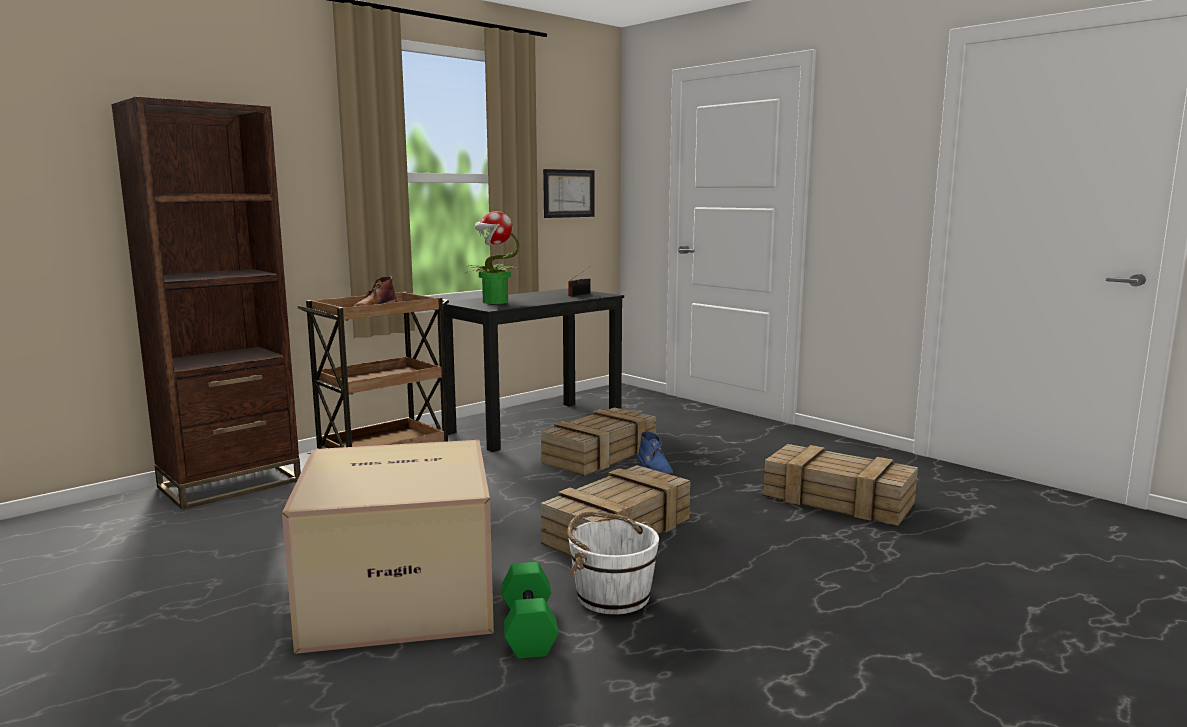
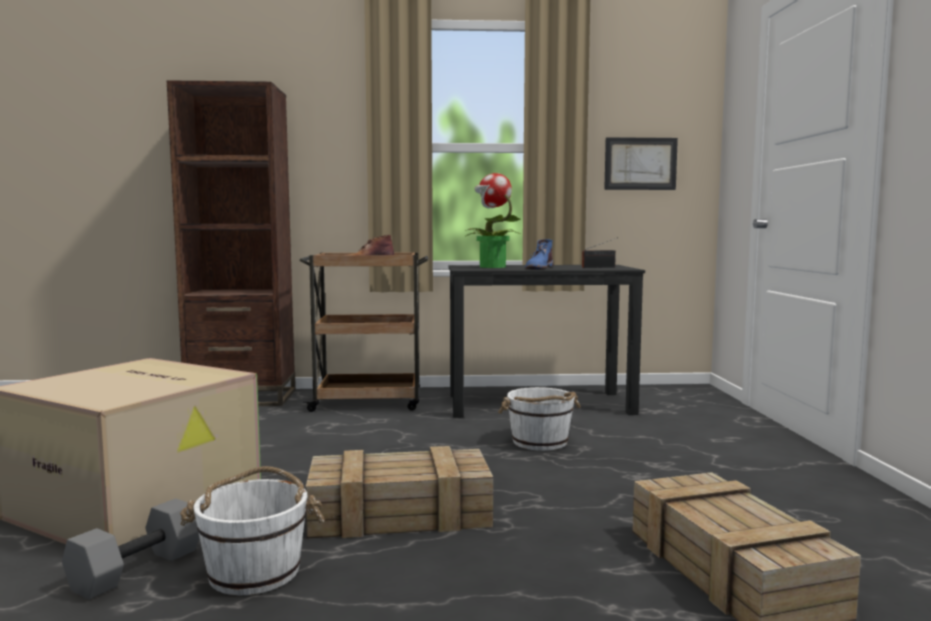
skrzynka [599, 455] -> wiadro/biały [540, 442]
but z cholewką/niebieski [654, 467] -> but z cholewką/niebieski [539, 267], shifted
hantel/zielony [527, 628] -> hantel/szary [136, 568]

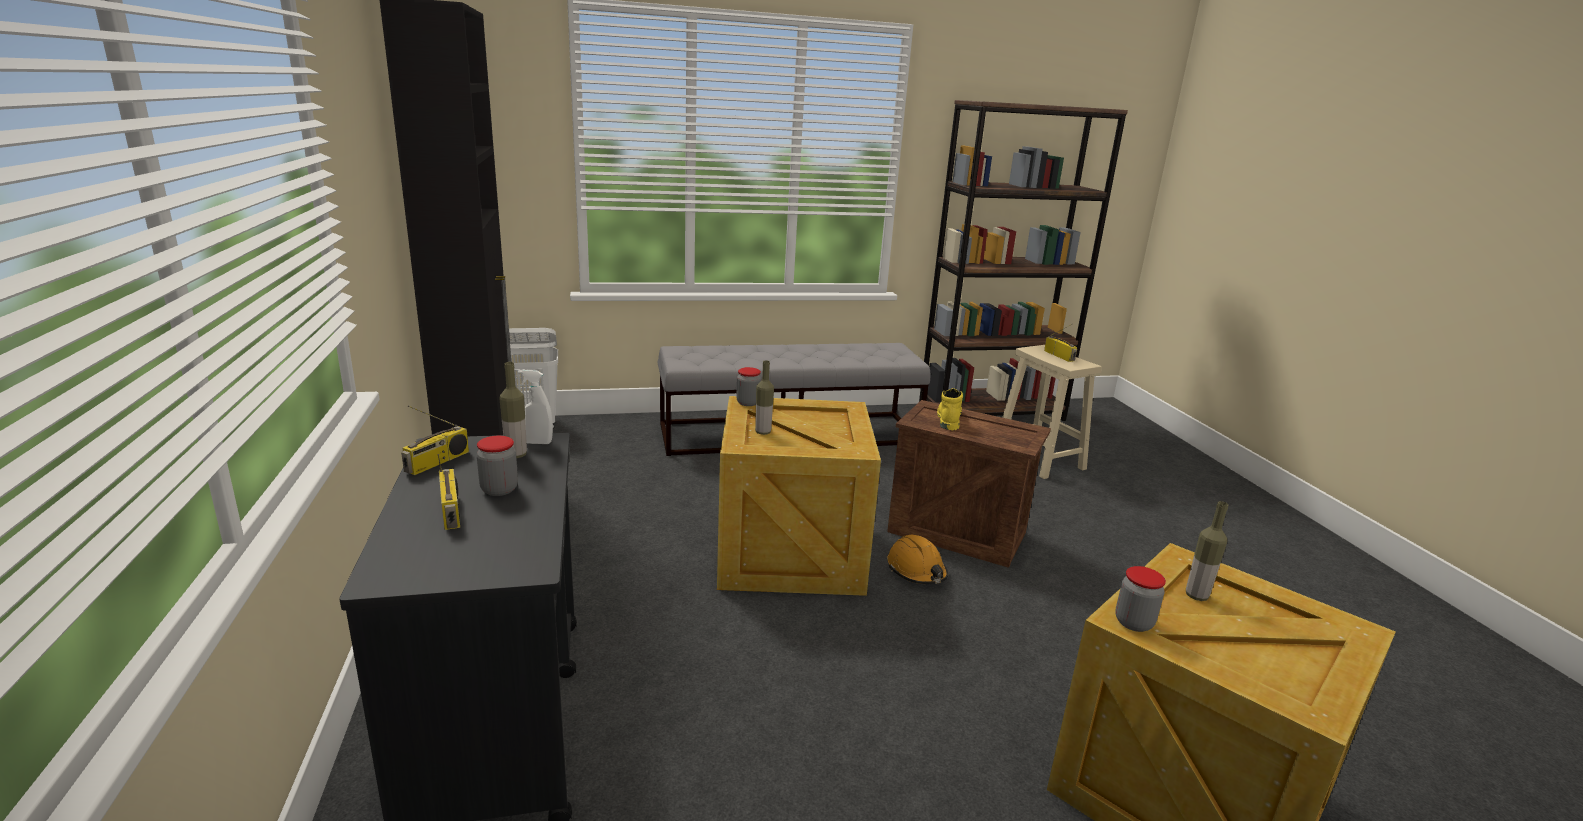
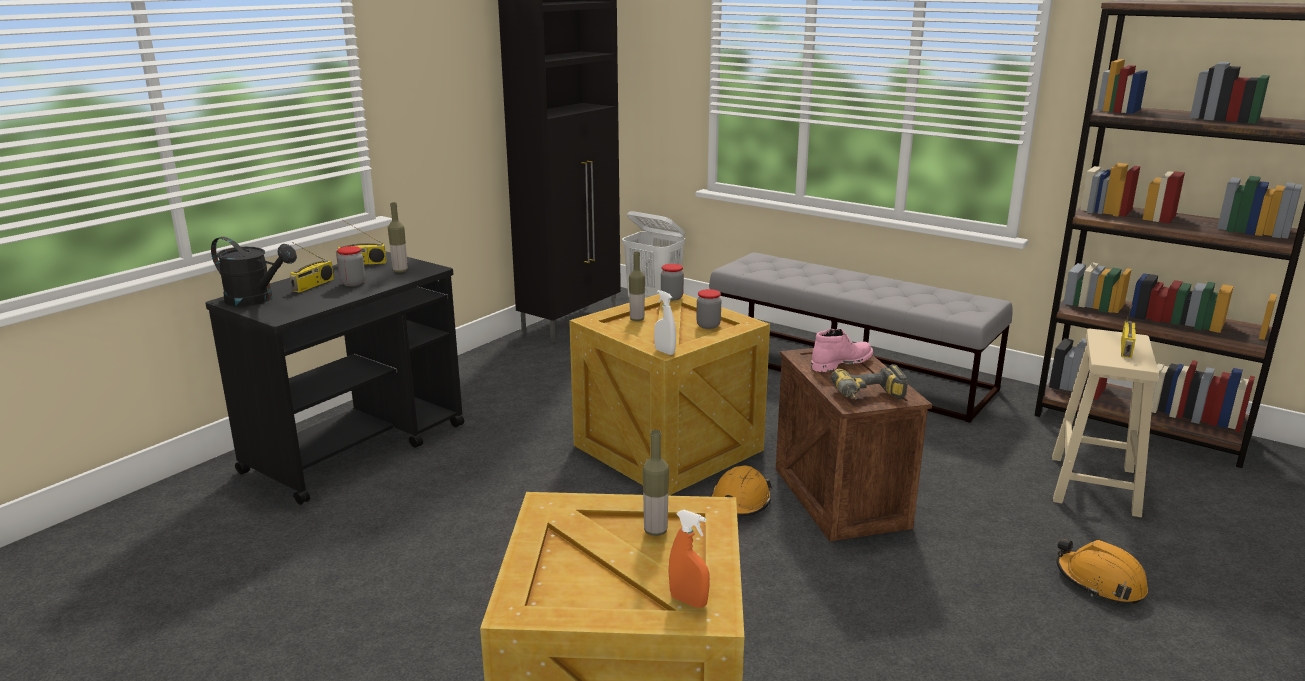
spryskiwacz/biały [536, 442] -> spryskiwacz/biały [664, 352], shifted
but z cholewką/żółty [948, 418] -> but z cholewką/różowy [840, 363]
słoik [1133, 623] -> słoik [708, 325], shifted
none -> konewka/czarny [256, 300]
none -> wiertarka [869, 397]
none -> spryskiwacz/pomarańczowy [688, 601]
none -> kask/pomarańczowy [1100, 582]

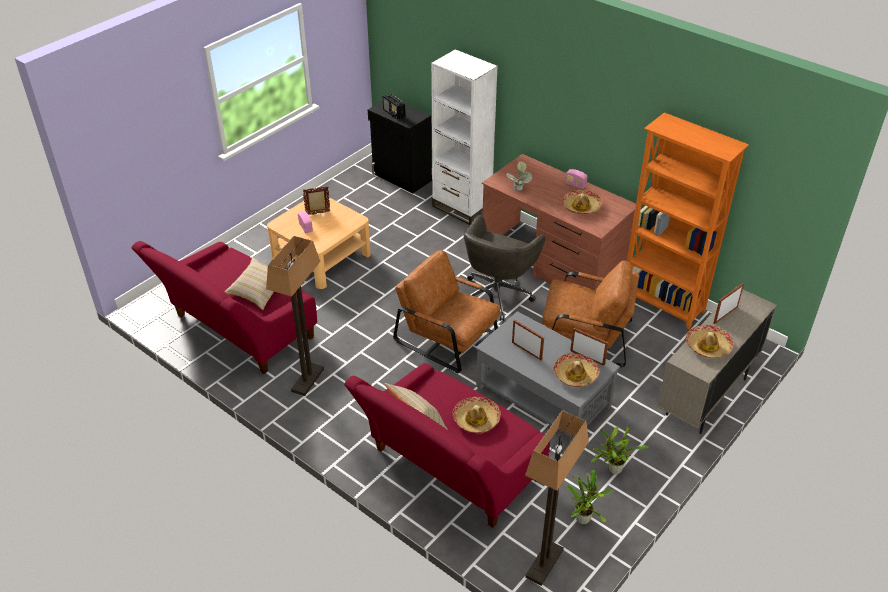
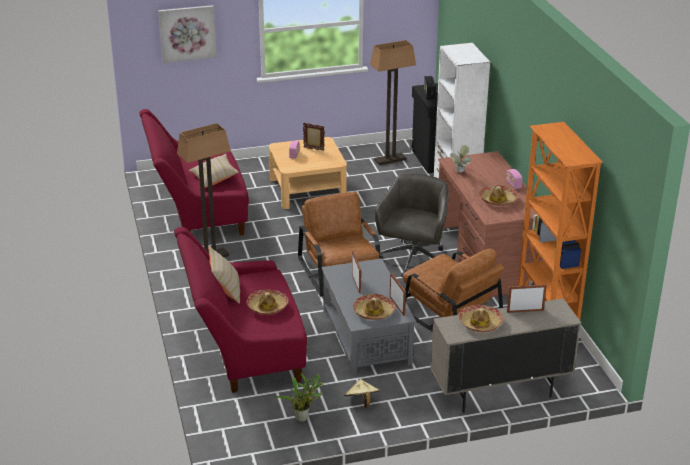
krzesło biurowe/szary [497, 294] -> krzesło biurowe/szary [413, 261], 135 degrees clockwise
lampa stojąca [544, 563] -> lampa stojąca [390, 160], shifted
roślina doniczkowa [612, 470] -> kapelusz/beżowy [361, 402]
none -> obraz [187, 33]

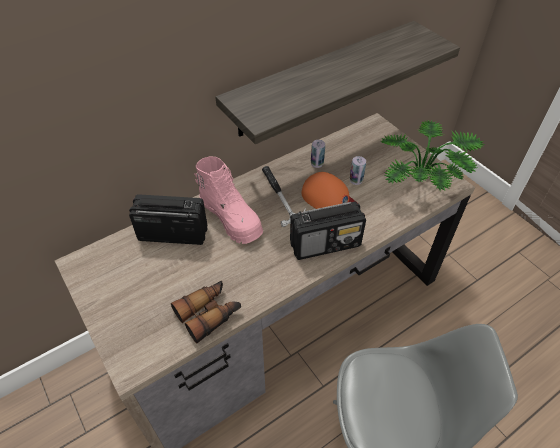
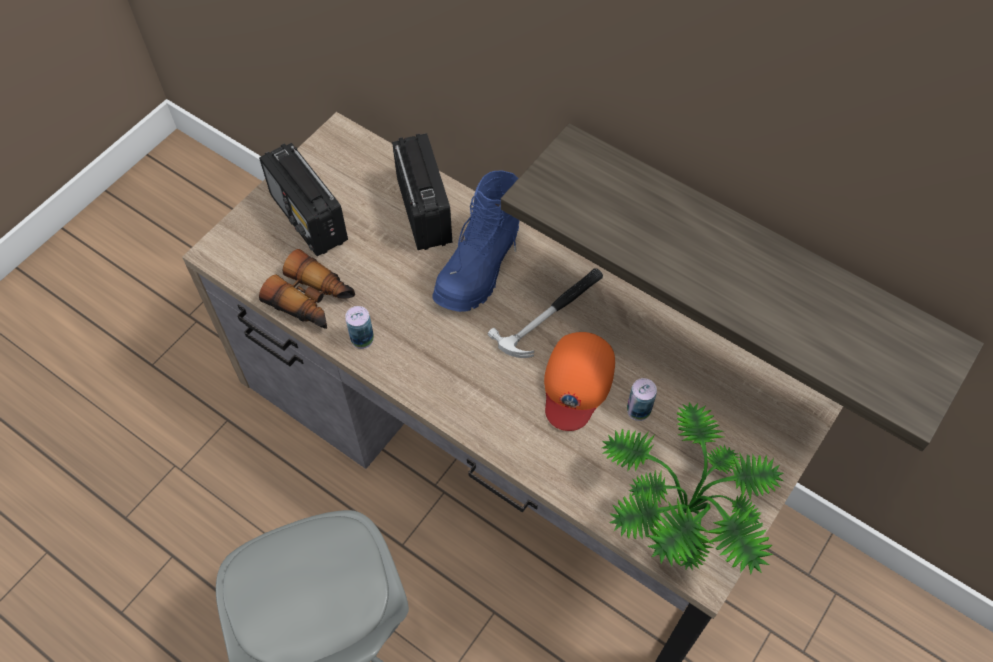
puszka [317, 163] -> puszka [362, 339], shifted
but z cholewką/różowy [231, 218] -> but z cholewką/niebieski [480, 267]
radio [326, 244] -> radio [309, 219], shifted

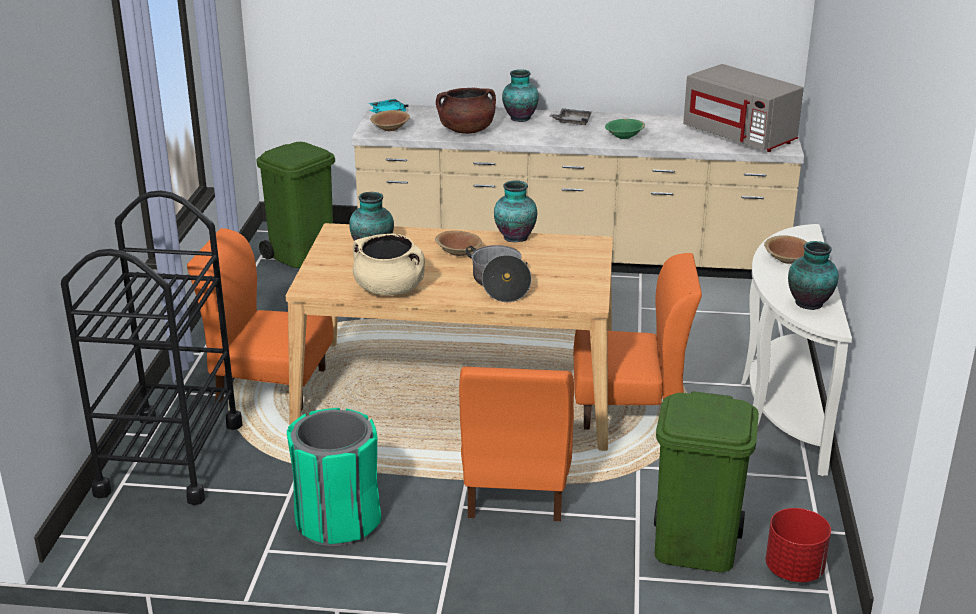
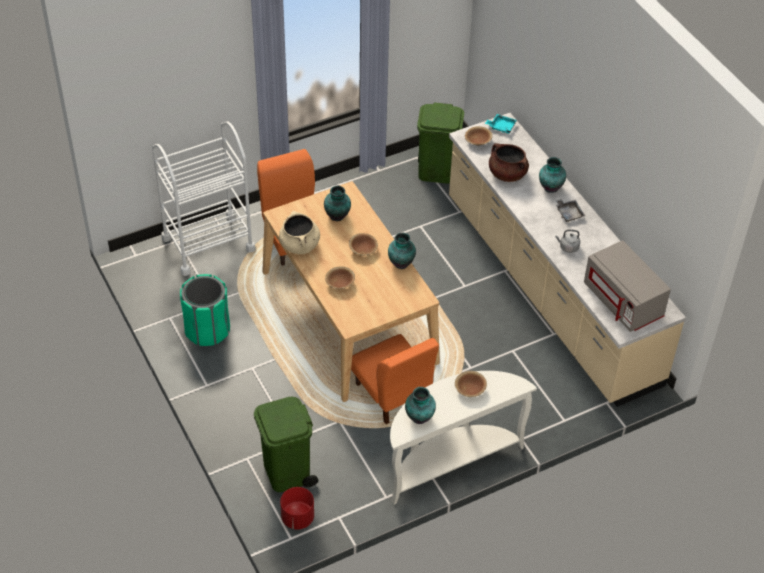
mikrofalówka/szary [740, 136] -> mikrofalówka/szary [623, 302], 45 degrees counterclockwise
miska/zielony [624, 136] -> czajnik/szary [568, 247]
wózek/czarny [170, 458] -> wózek/biały [208, 244]
garnek [499, 285] -> miska/brązowy [340, 283]
krzesło/pomarańczowy [516, 488] -> none

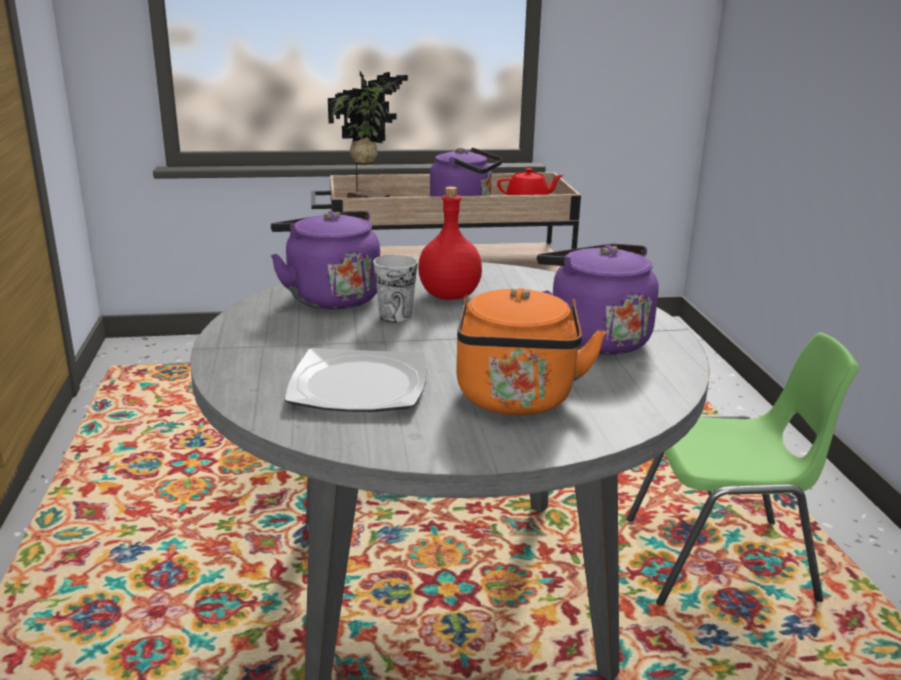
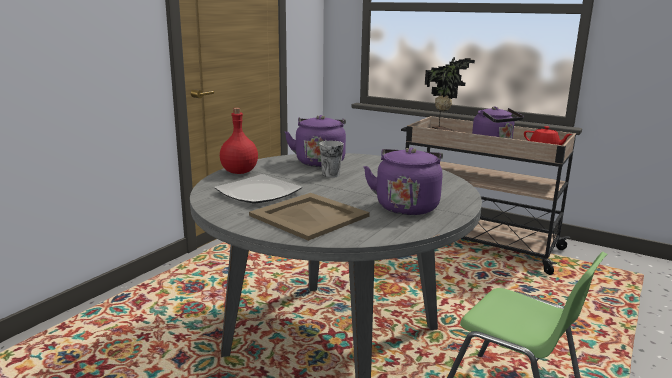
butelka/czerwony [448, 296] -> butelka/czerwony [239, 172], shifted
czajnik/pomarańczowy [516, 401] -> taca/beżowy [308, 216]

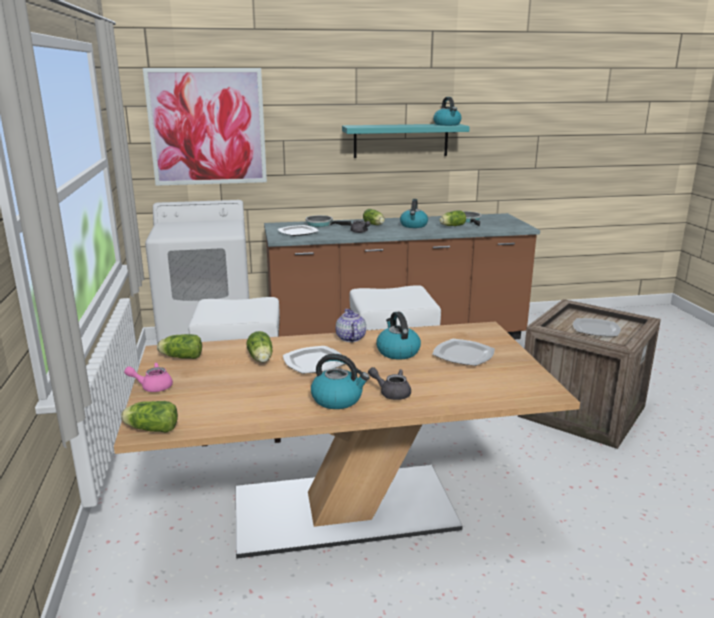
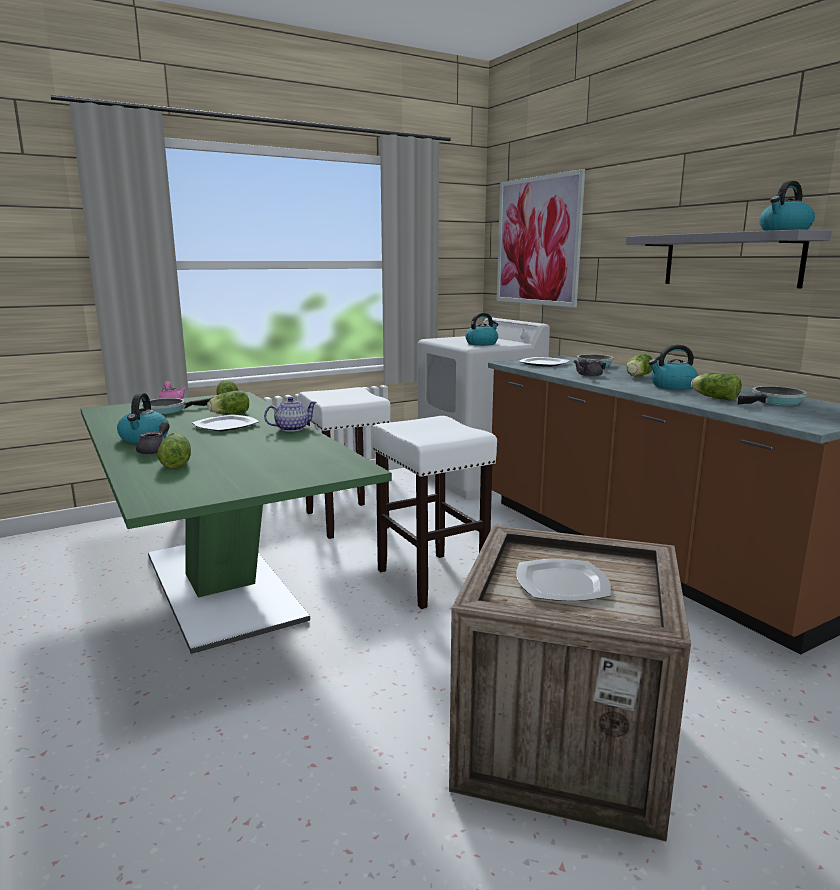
półka/turkusowy [401, 140] -> półka/szary [730, 260]
czajnik [397, 351] -> czajnik [482, 344], shifted
stół jadalny/beżowy [343, 510] -> stół jadalny/zielony [221, 586]
talerz [463, 355] -> none
sałata [150, 429] -> sałata [177, 462], shifted
none -> patelnia [169, 410]

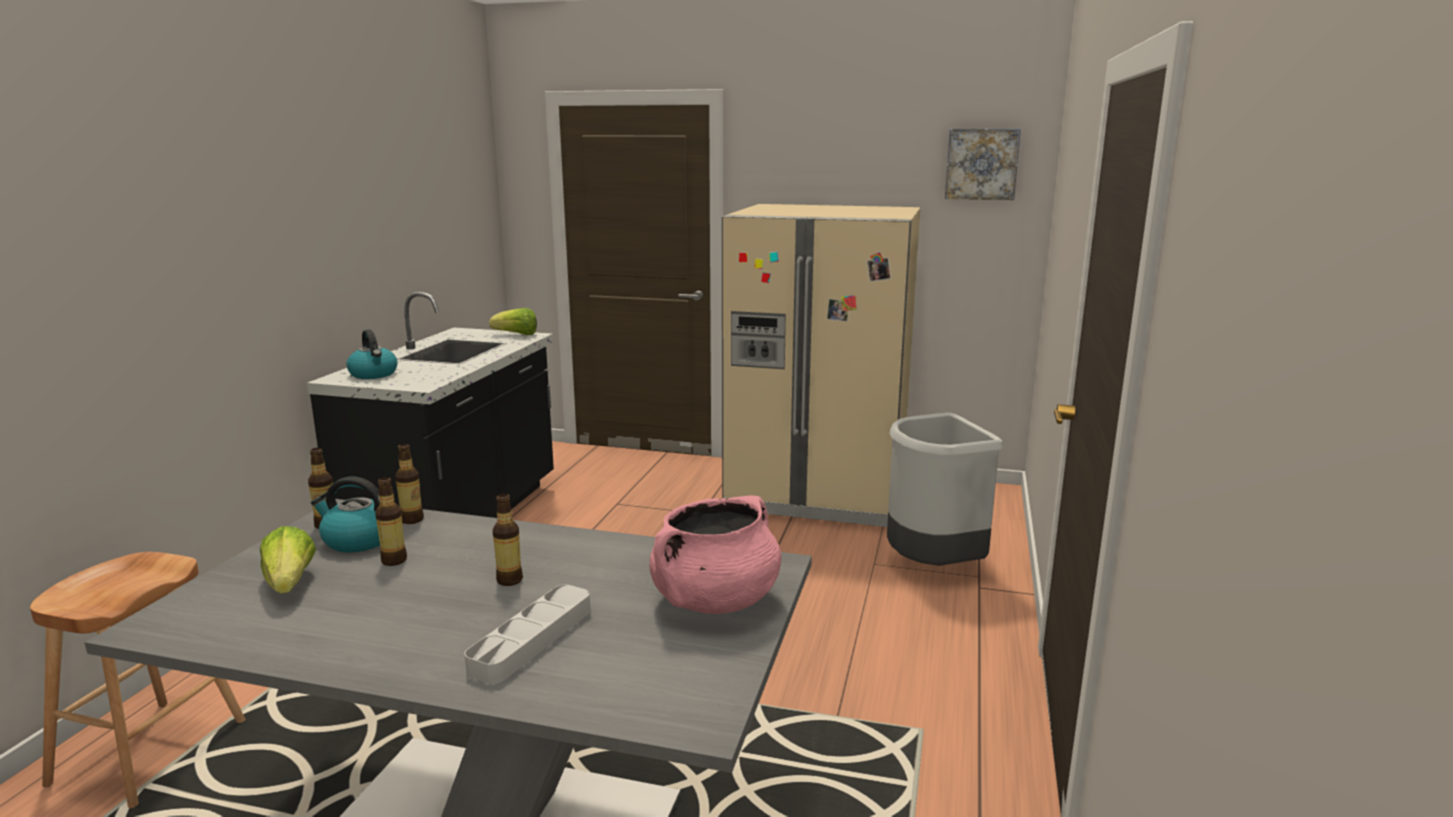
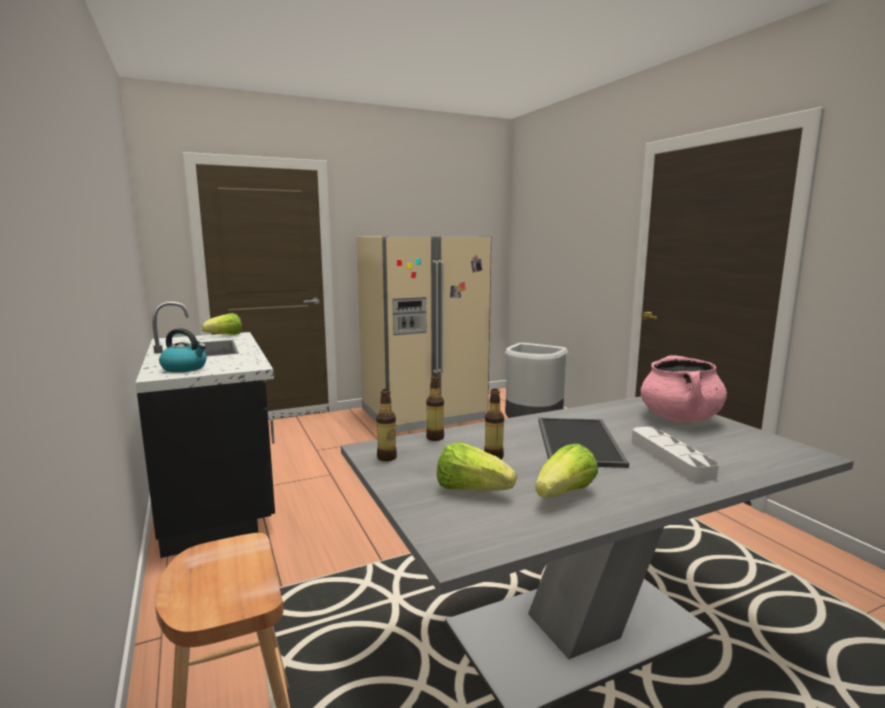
obraz [981, 164] -> none
czajnik [358, 540] -> none
butelka [509, 580] -> taca [580, 442]
none -> sałata [565, 494]

